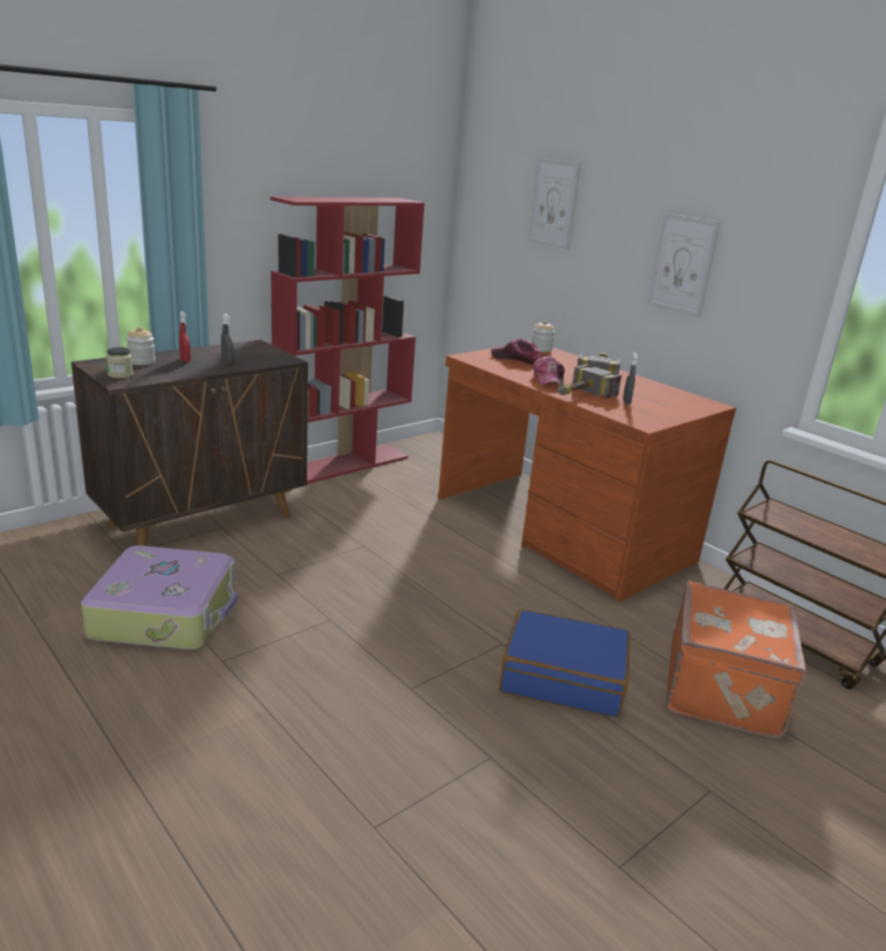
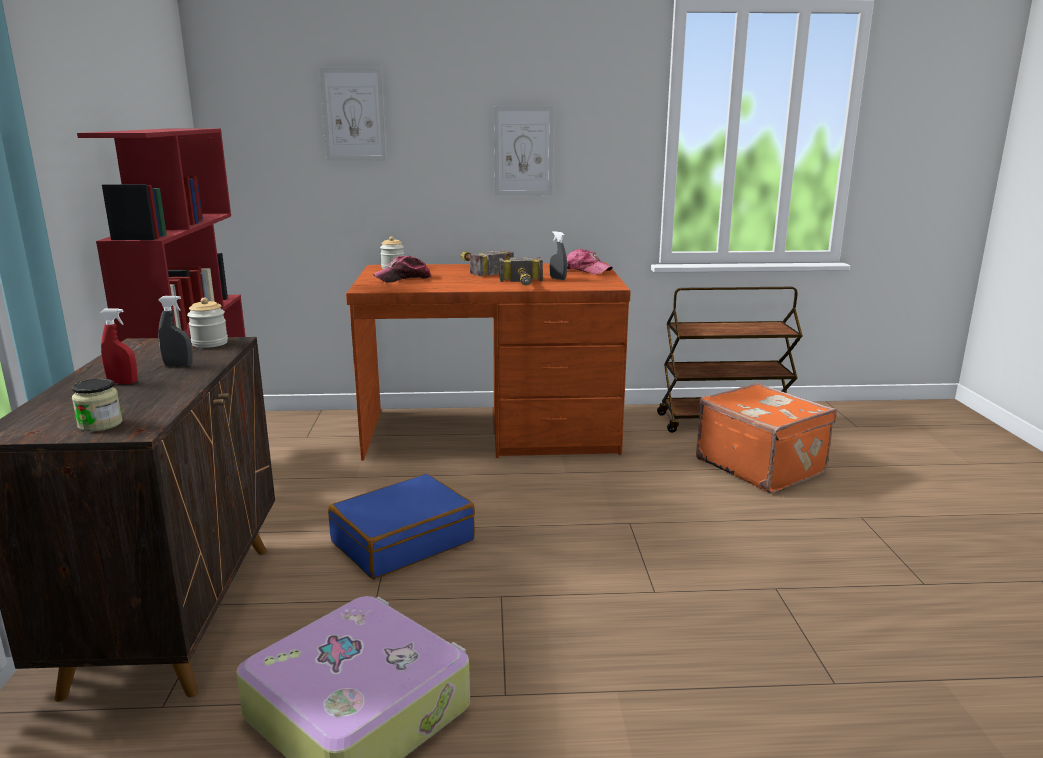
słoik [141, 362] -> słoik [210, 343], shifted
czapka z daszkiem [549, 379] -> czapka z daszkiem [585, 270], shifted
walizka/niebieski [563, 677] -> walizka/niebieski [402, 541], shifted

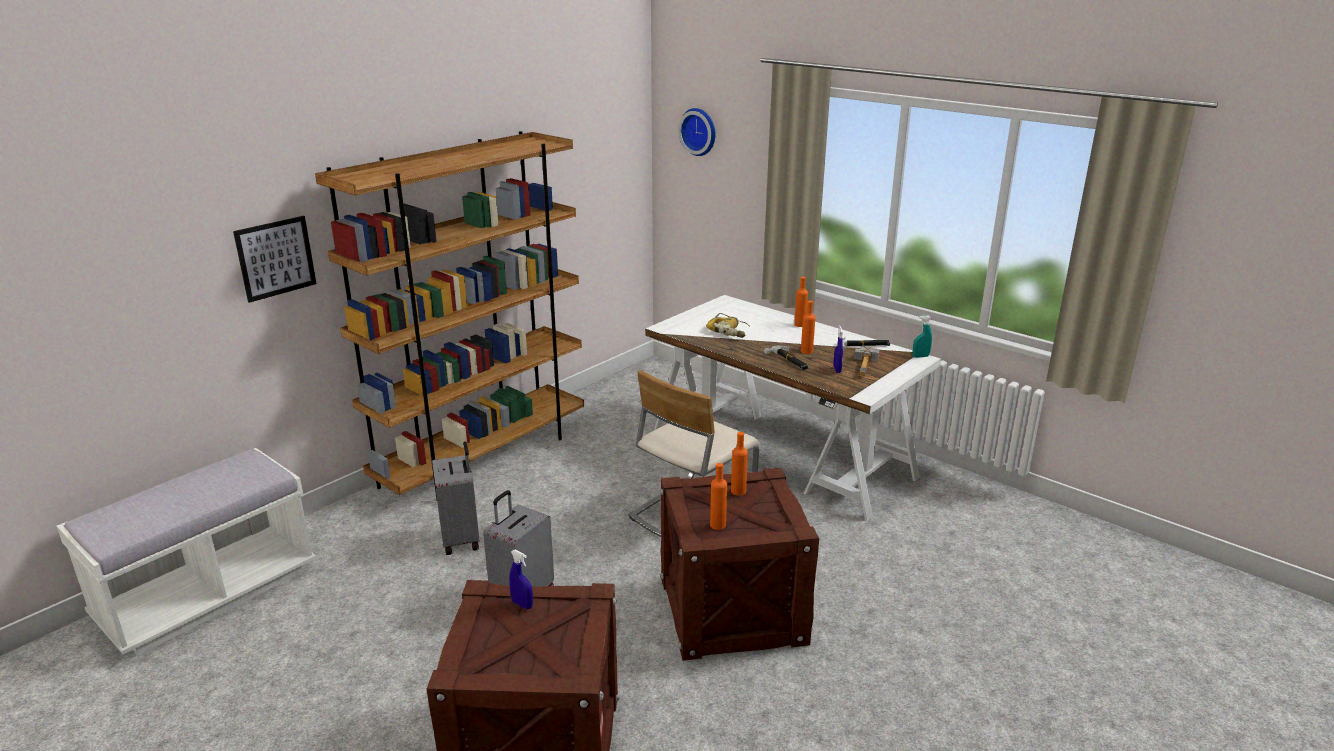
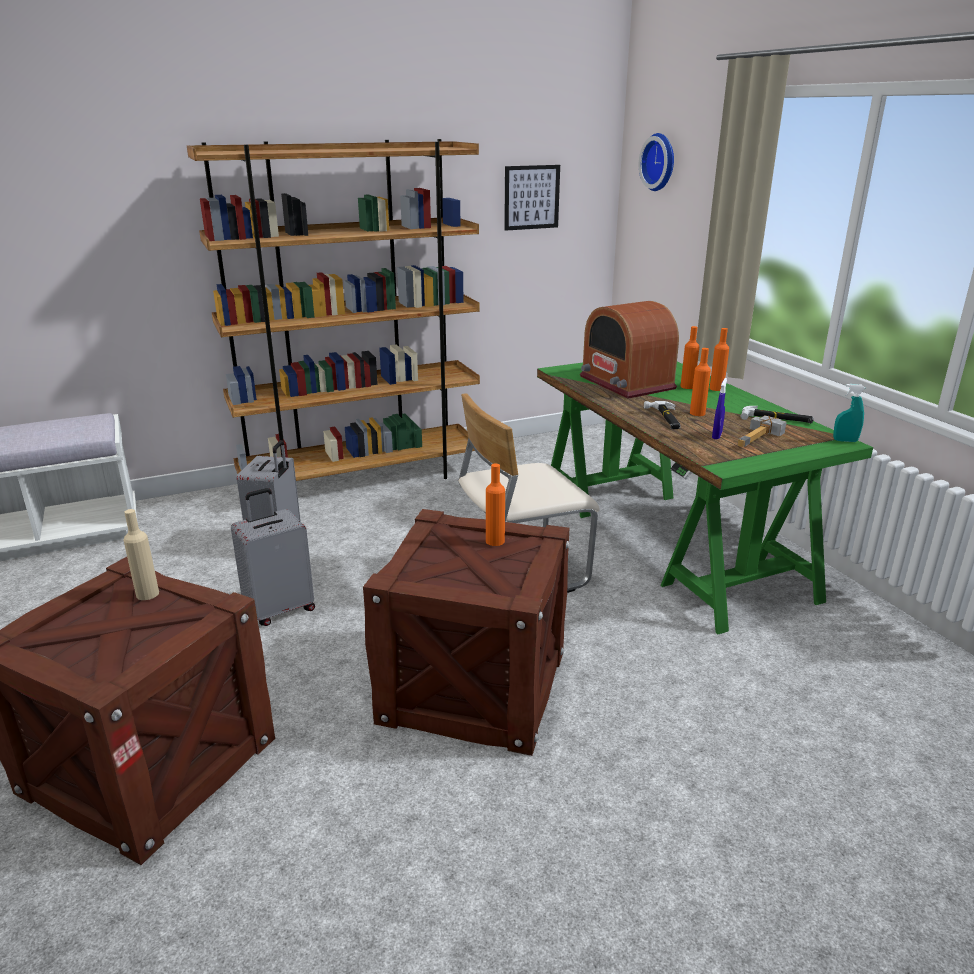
obraz [275, 258] -> obraz [531, 197], shifted
biurko/biały [781, 452] -> biurko/zielony [669, 537]
wiertarka [729, 331] -> radio [626, 383]
butelka/pomarańczowy [717, 525] -> butelka/pomarańczowy [687, 386], shifted
spryskiwacz/niebieski [522, 604] -> butelka/beżowy [147, 594]

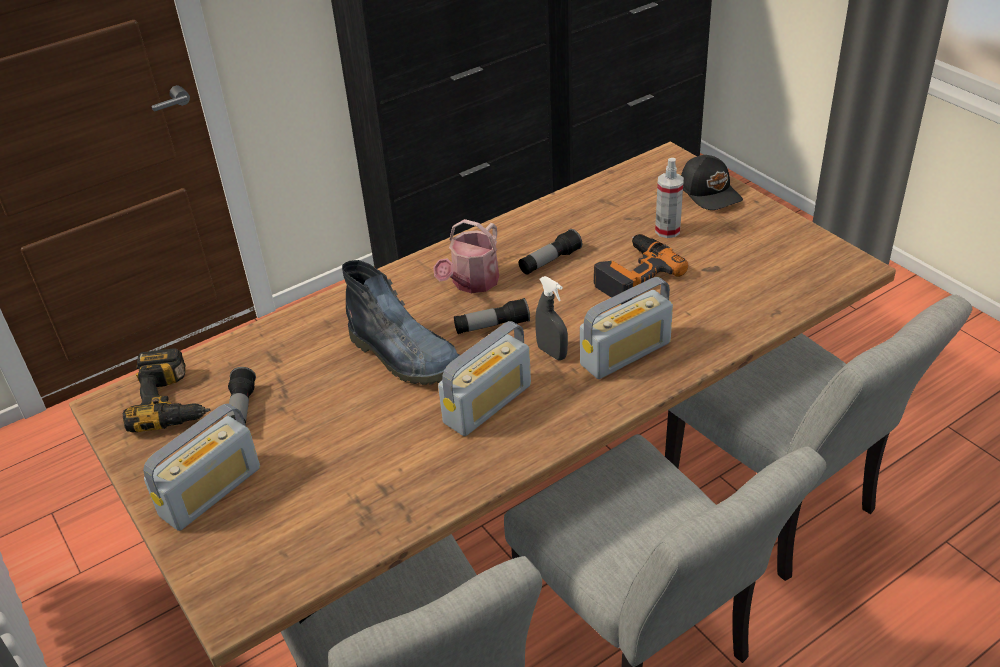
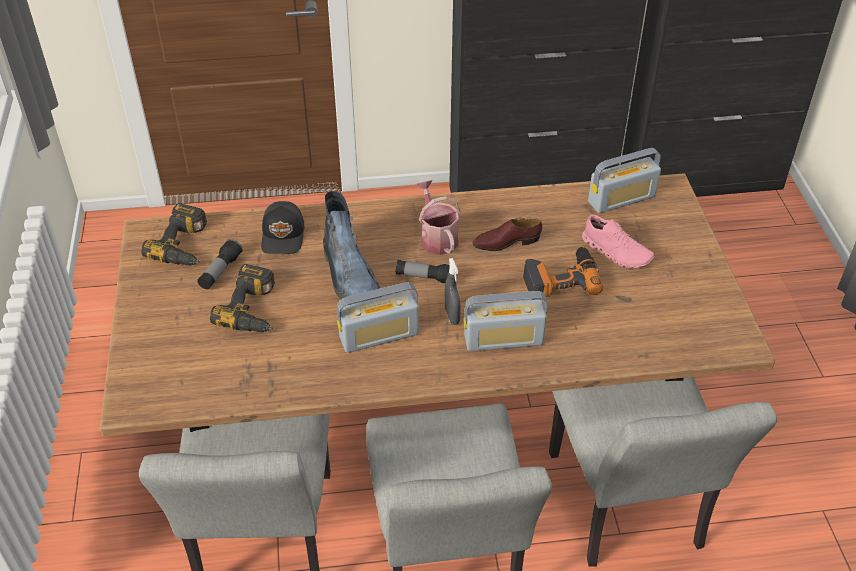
czapka z daszkiem/czarny [710, 192] -> czapka z daszkiem/czarny [284, 236], shifted
spryskiwacz [667, 230] -> but/różowy [616, 252]
konewka [472, 283] -> konewka [437, 237], 105 degrees clockwise
latarka [550, 261] -> but/brązowy [506, 242]
radio [211, 492] -> radio [621, 199], shifted
none -> wiertarka [254, 309]

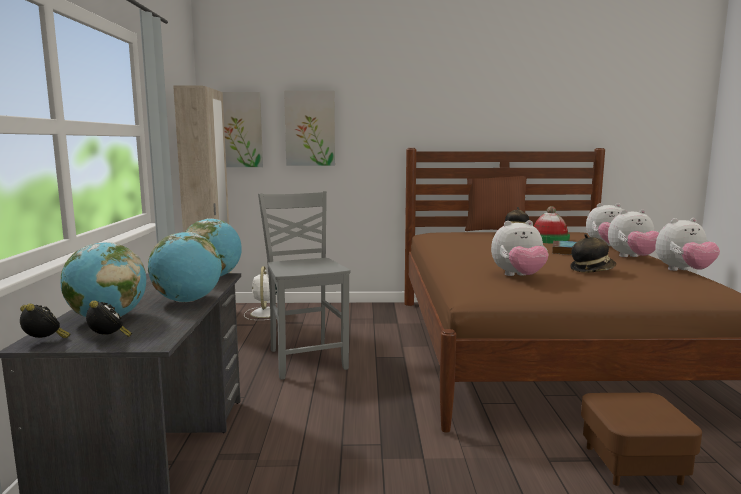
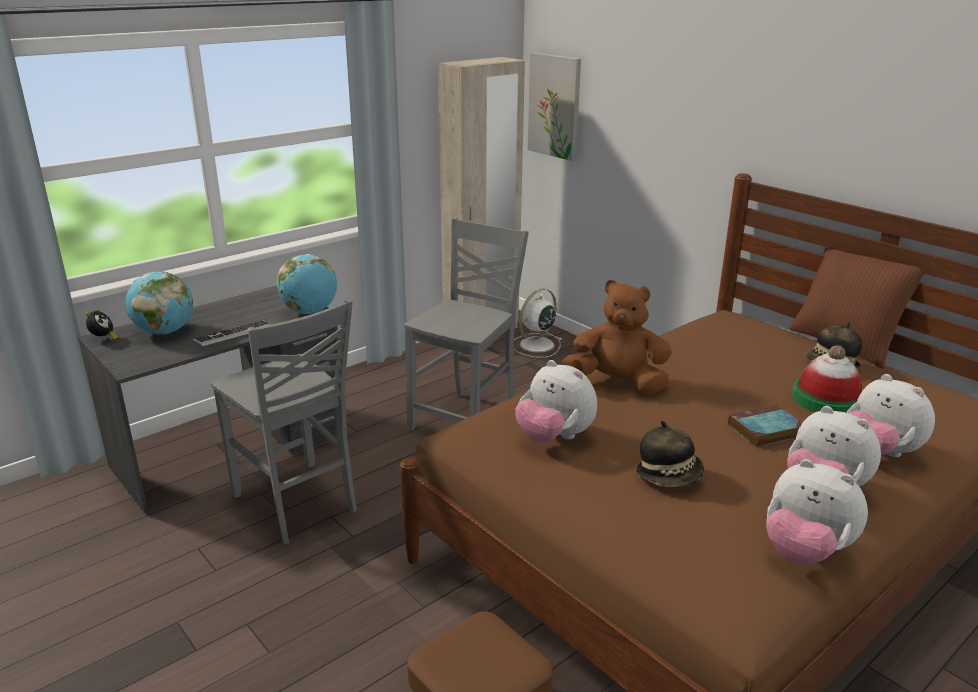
obraz [310, 128] -> none
globus [188, 301] -> klawiatura [233, 334]
budzik [109, 339] -> none
none -> pluszak/brązowy [617, 383]
none -> krzesło/szary [297, 504]

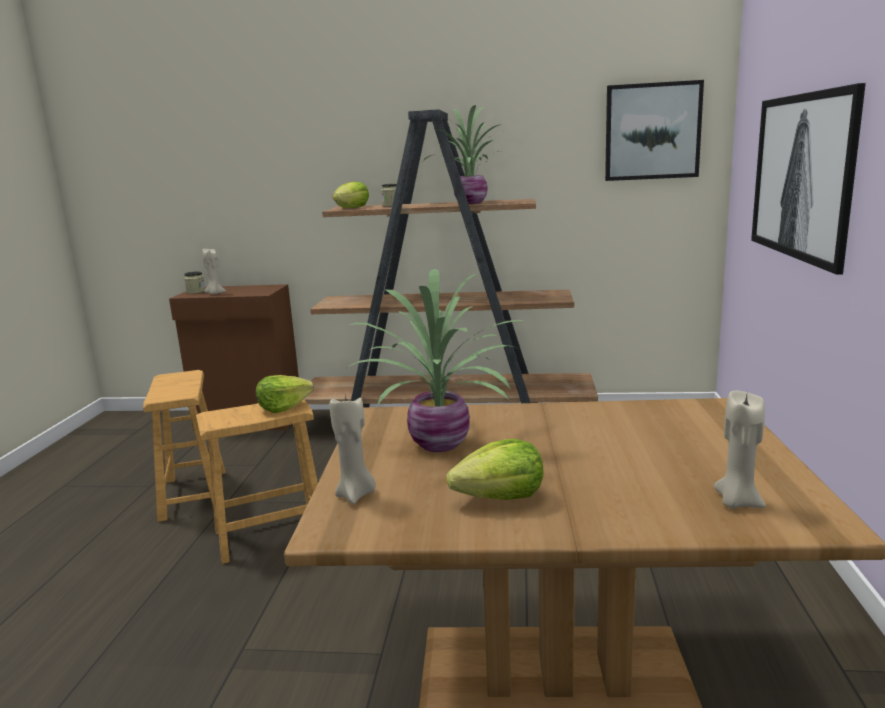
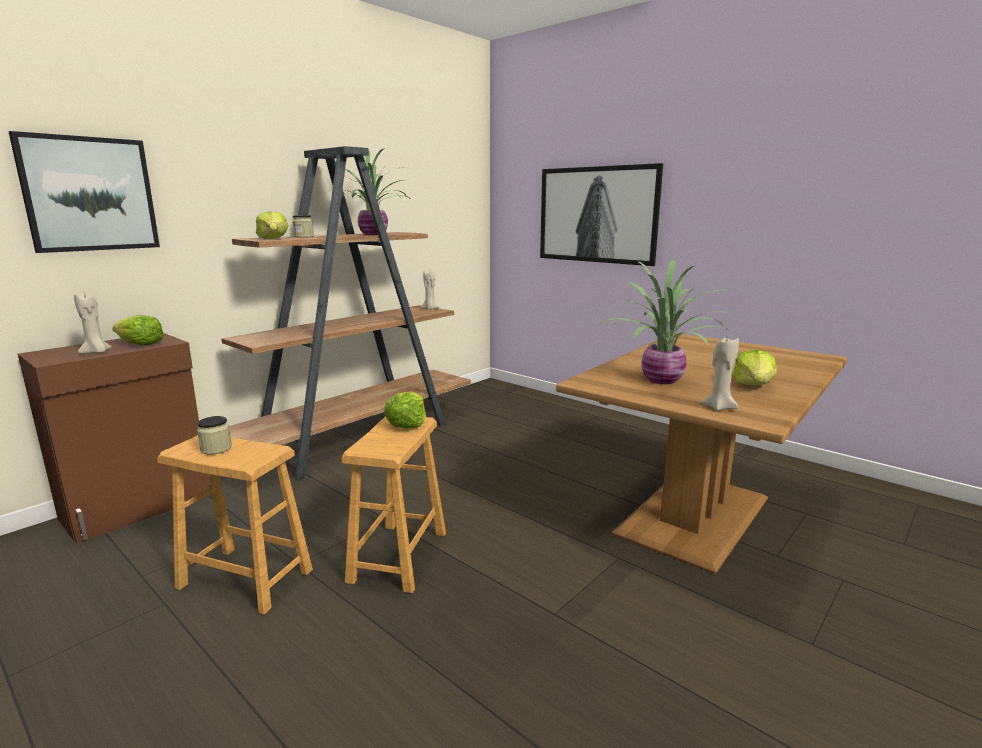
obraz [652, 131] -> obraz [89, 194], shifted
słoik [196, 292] -> słoik [216, 449], shifted
świeca/beżowy [736, 502] -> świeca/beżowy [430, 309], shifted
none -> sałata [140, 344]

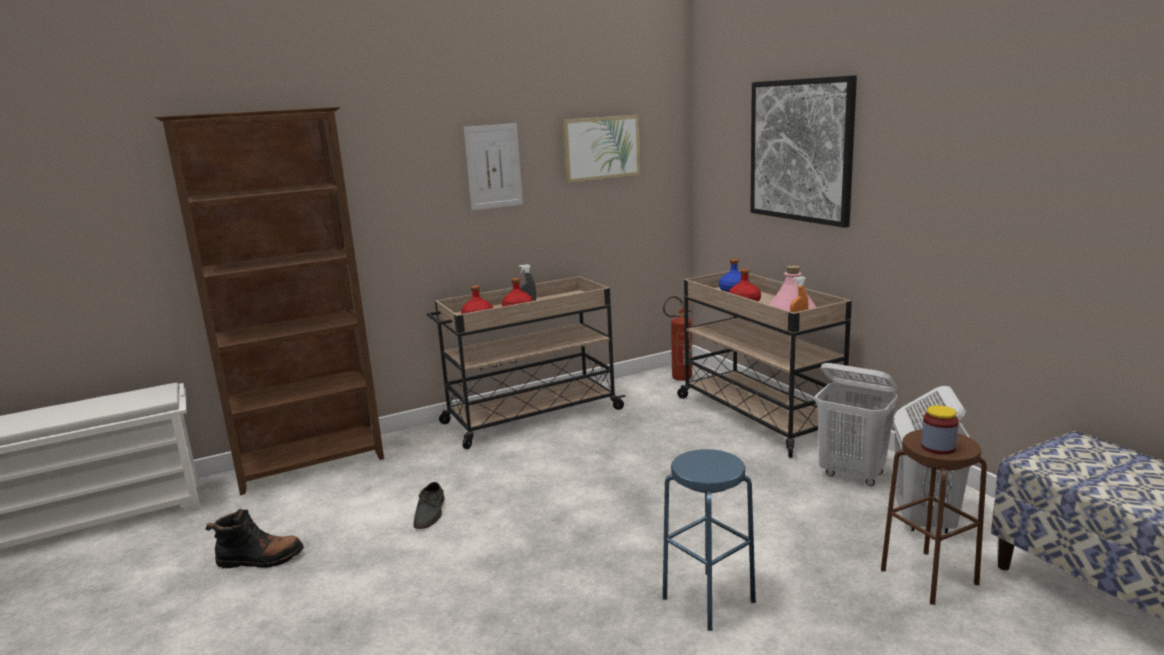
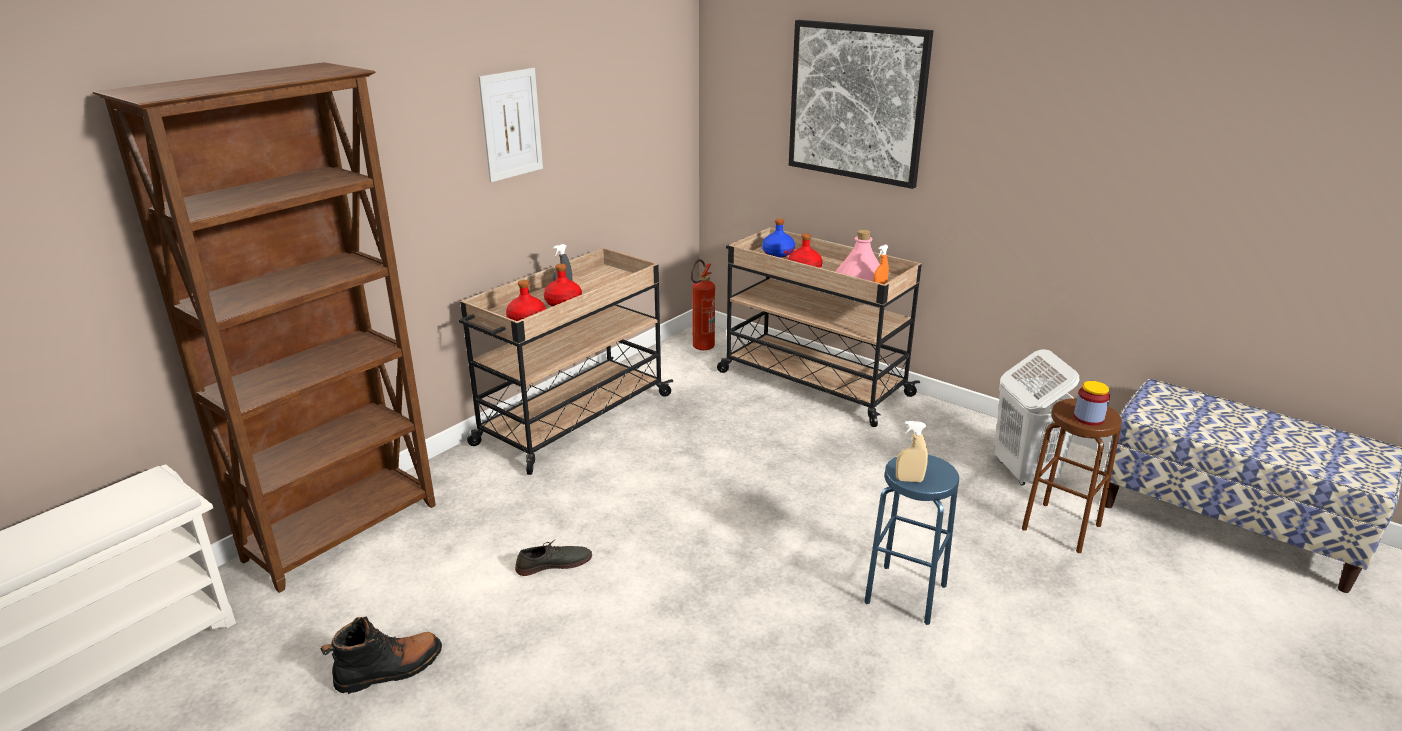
obraz [601, 148] -> none
kosz na pranie/biały [852, 474] -> none
but/szary [430, 513] -> but/szary [554, 563], 90 degrees counterclockwise
none -> spryskiwacz/beżowy [909, 480]

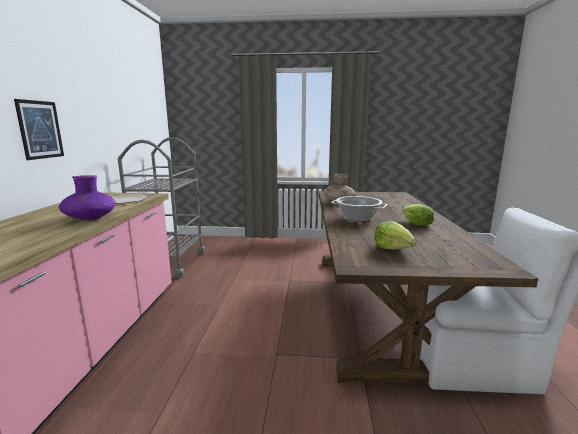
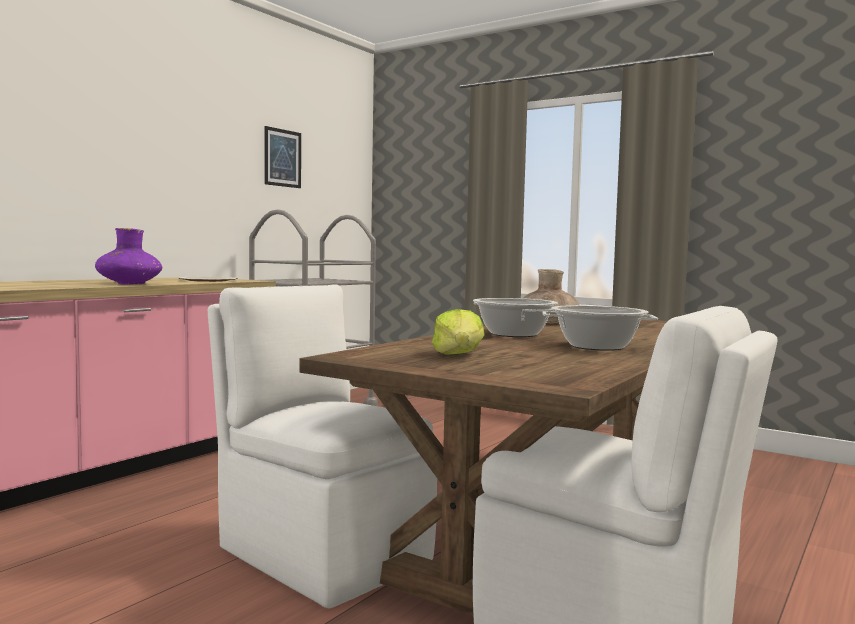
obraz [40, 129] -> obraz [282, 158], shifted
sałata [416, 224] -> garnek [596, 347]
none -> krzesło/biały [321, 552]

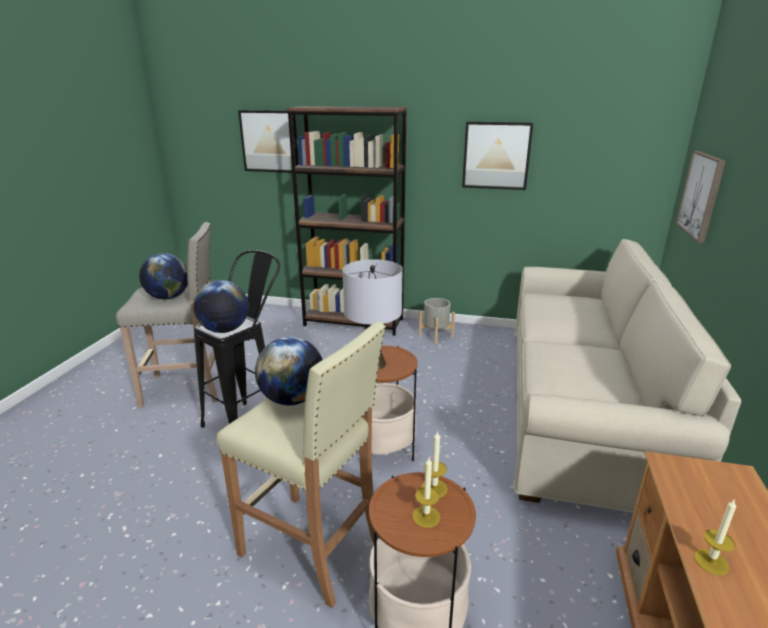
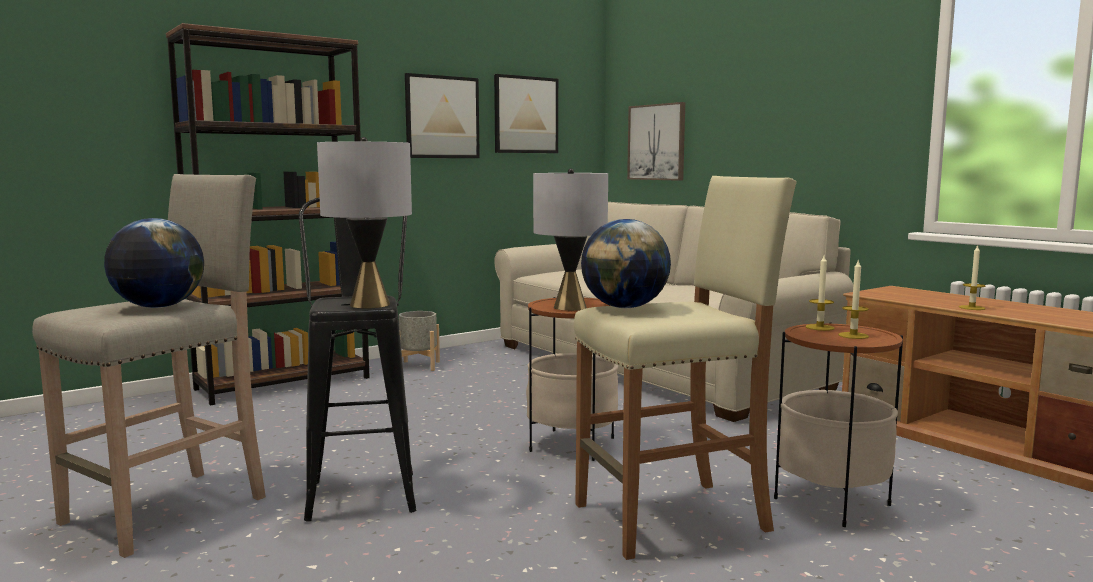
obraz [269, 141] -> obraz [526, 115], shifted
globus [224, 330] -> lampa stołowa/szary [370, 304]

